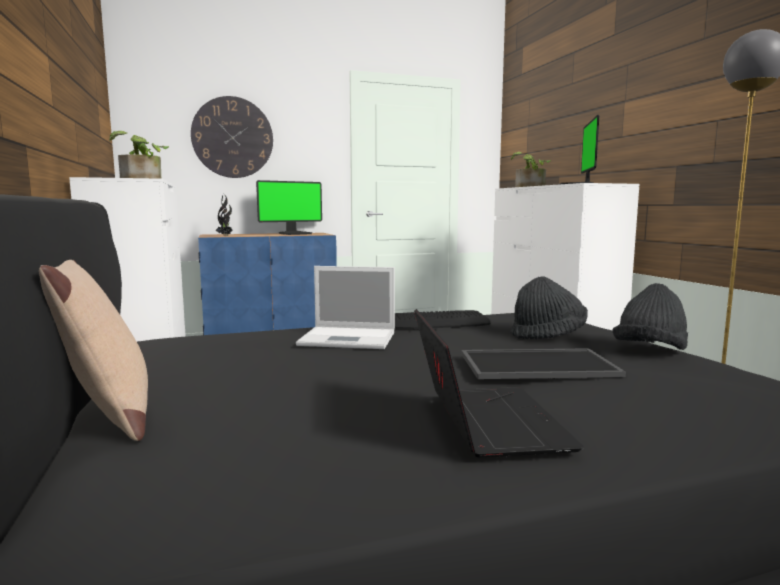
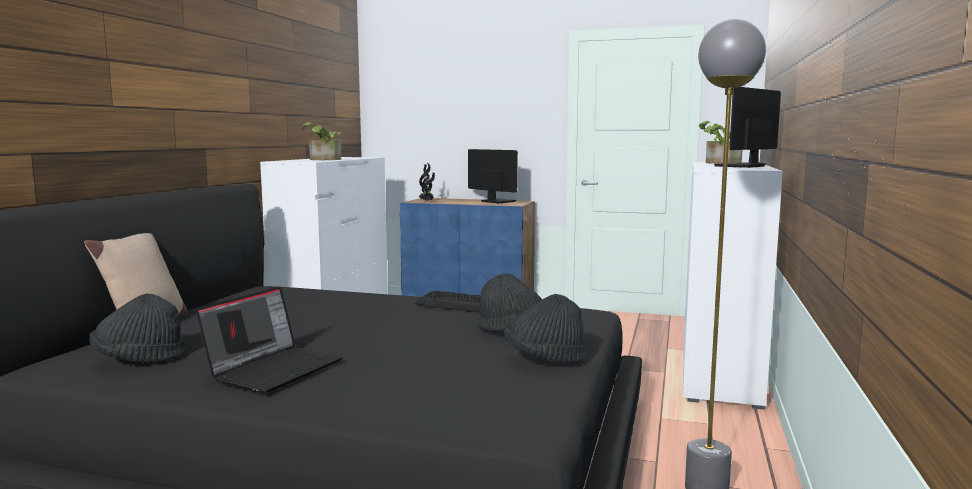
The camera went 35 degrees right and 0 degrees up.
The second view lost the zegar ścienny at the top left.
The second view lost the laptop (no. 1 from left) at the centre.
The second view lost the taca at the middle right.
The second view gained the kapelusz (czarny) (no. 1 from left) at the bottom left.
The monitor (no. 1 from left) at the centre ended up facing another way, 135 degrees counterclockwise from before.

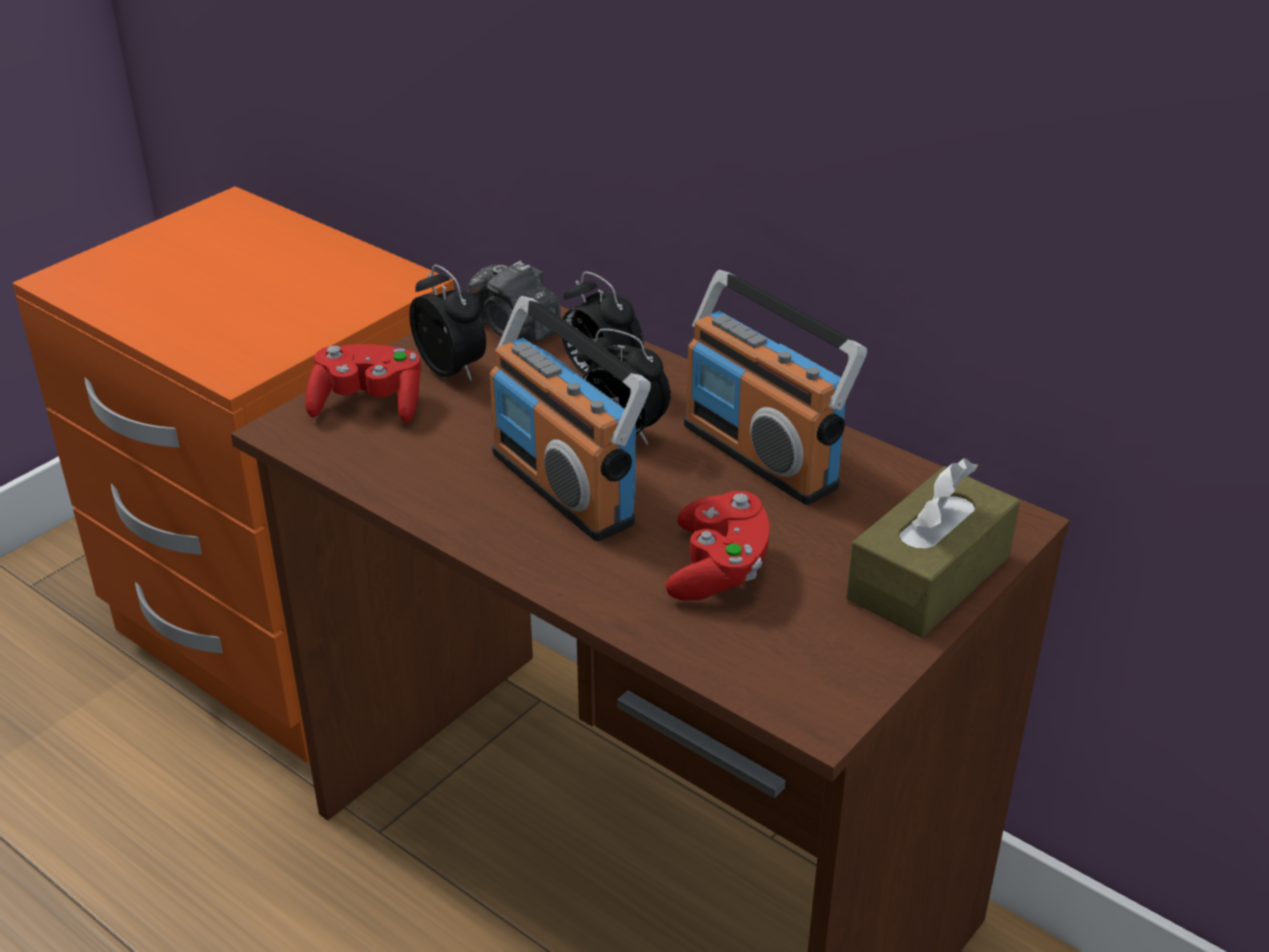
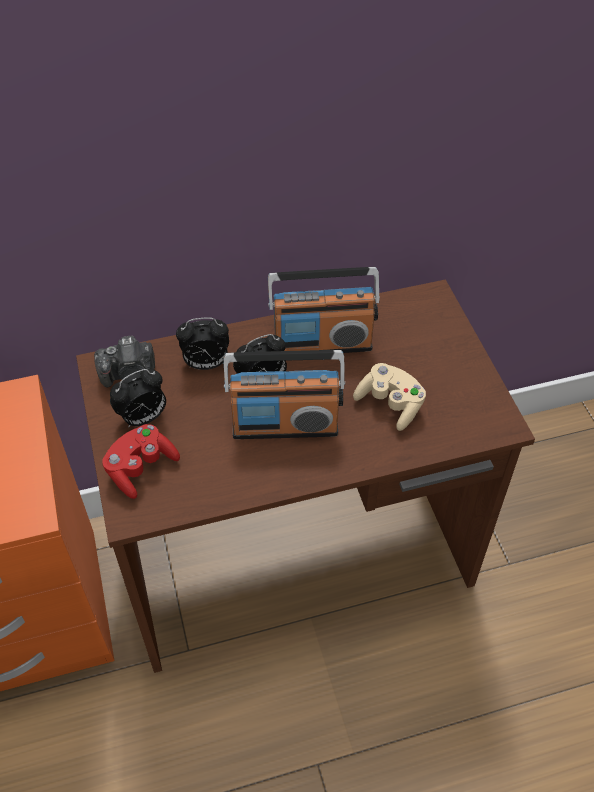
The camera went 55 degrees left and 15 degrees up.
The second view lost the pudełko chusteczek (brązowy) at the middle right.
What was the pad do gier (czerwony) (no. 2 from left) at the centre turned into the pad do gier (beżowy) at the centre.
The budzik (no. 1 from left) at the centre ended up facing another way, 150 degrees clockwise from before.

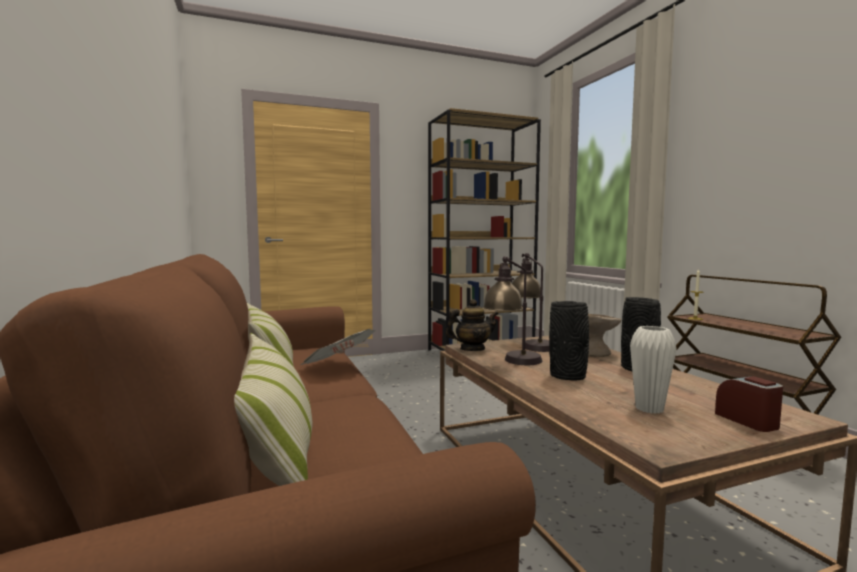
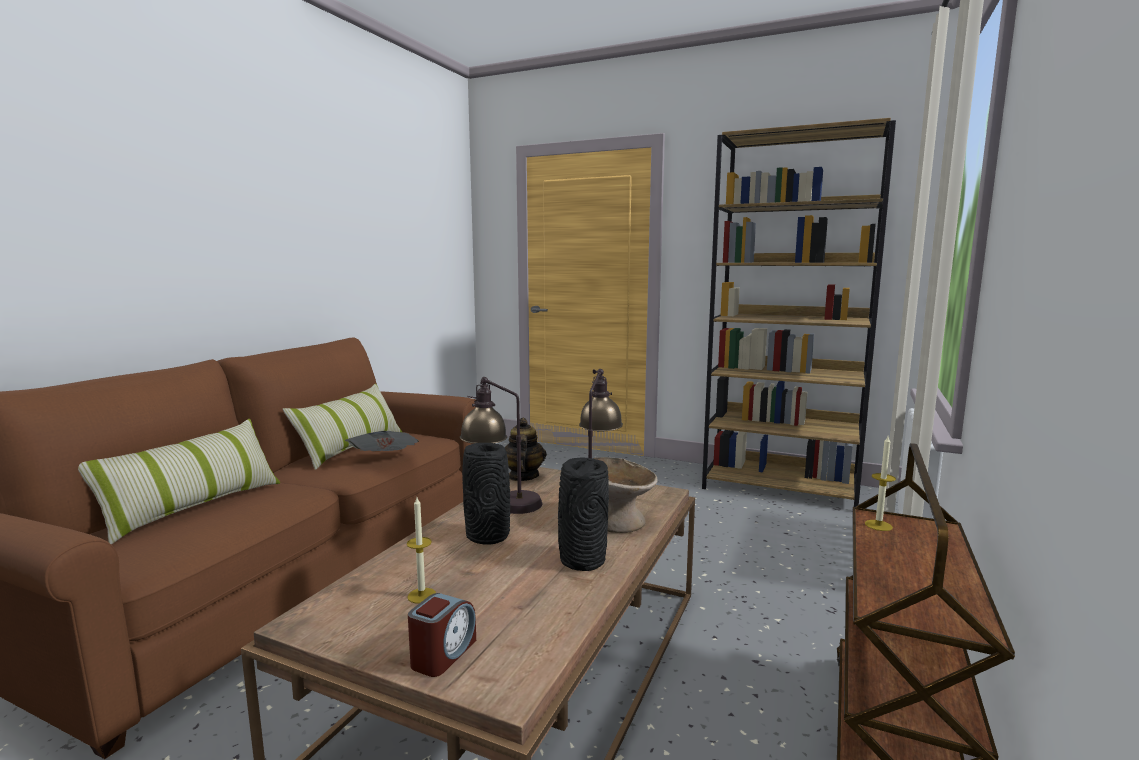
The camera went 45 degrees right and 5 degrees up.
Where the wazon (biały) stood at the middle right, the świeca (no. 1 from left) came to stand at the bottom centre.
The imbryk at the centre ended up facing another way, 120 degrees counterclockwise from before.

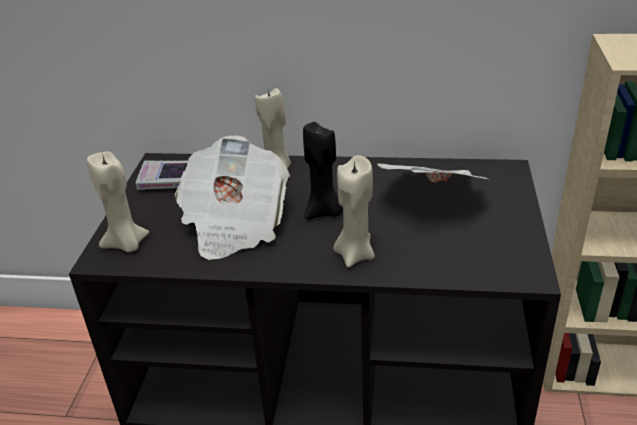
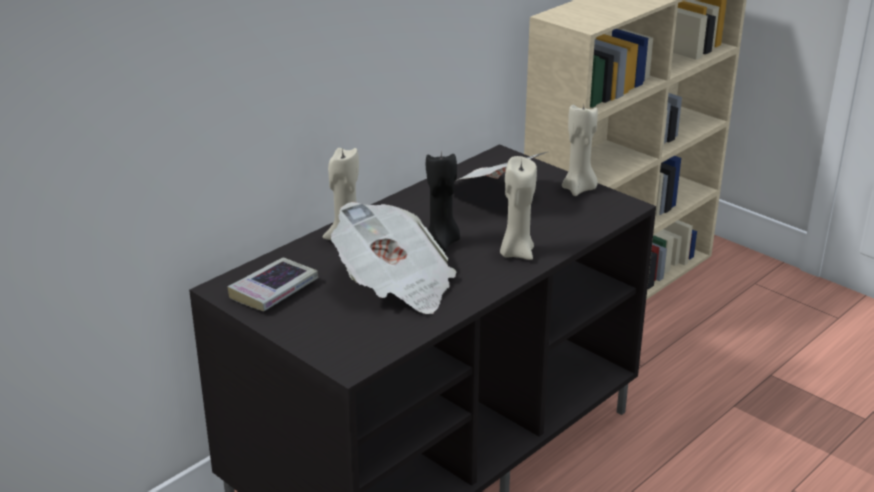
The camera went 55 degrees left and 5 degrees down.
The świeca (beżowy) (no. 1 from left in the first image) ended up elsewhere, having gone from the middle left to the top centre.

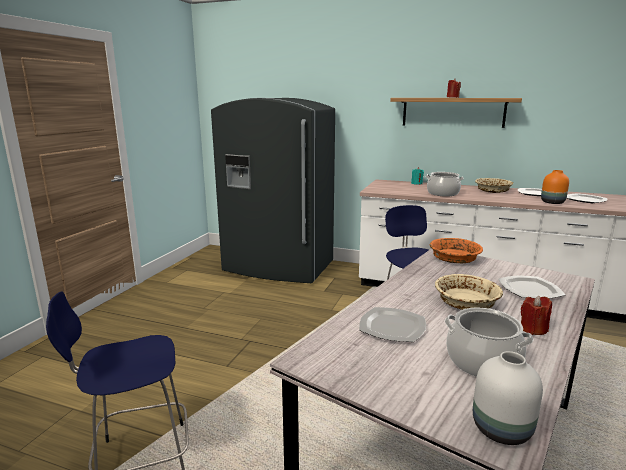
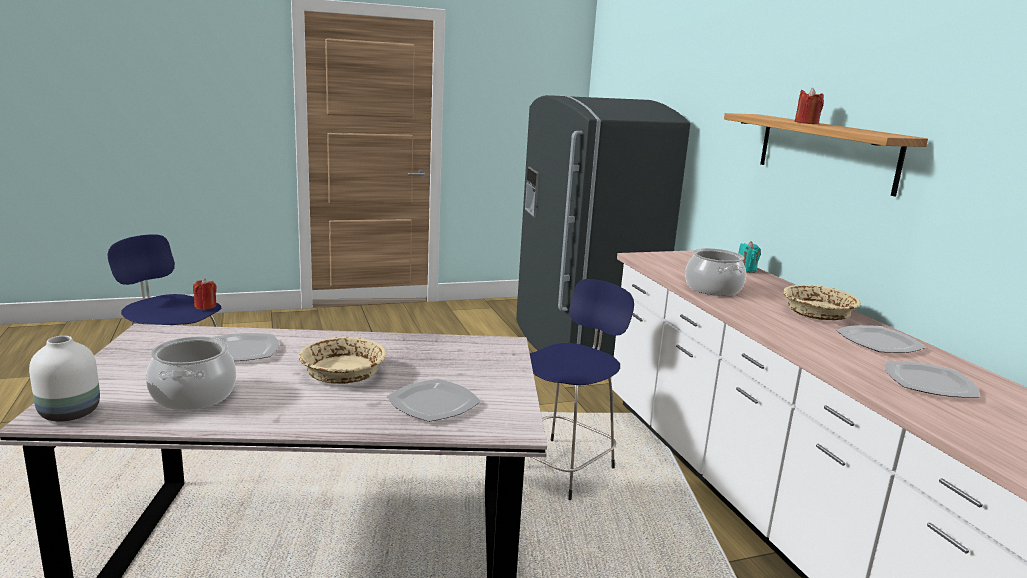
The camera went 50 degrees right and 0 degrees up.
The second view lost the miska (pomarańczowy) at the middle right.
The second view lost the wazon (pomarańczowy) at the middle right.
The świeca (czerwony) (no. 2 from left in the first image) ended up elsewhere, having gone from the bottom right to the middle left.

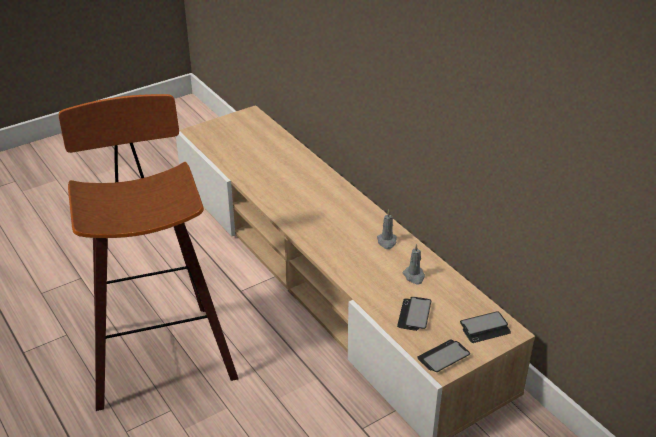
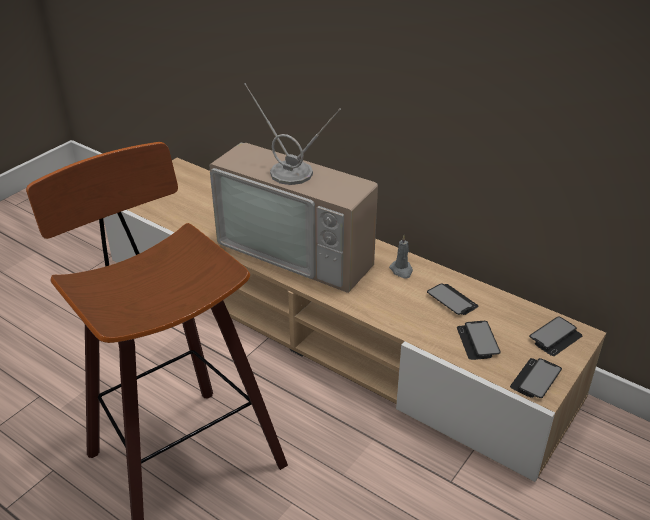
The camera went 20 degrees left and 0 degrees up.
The second view gained the telewizor at the centre.
Where the świeca (szary) (no. 2 from left) stood at the centre, the telefon (no. 1 from left) came to stand at the middle right.

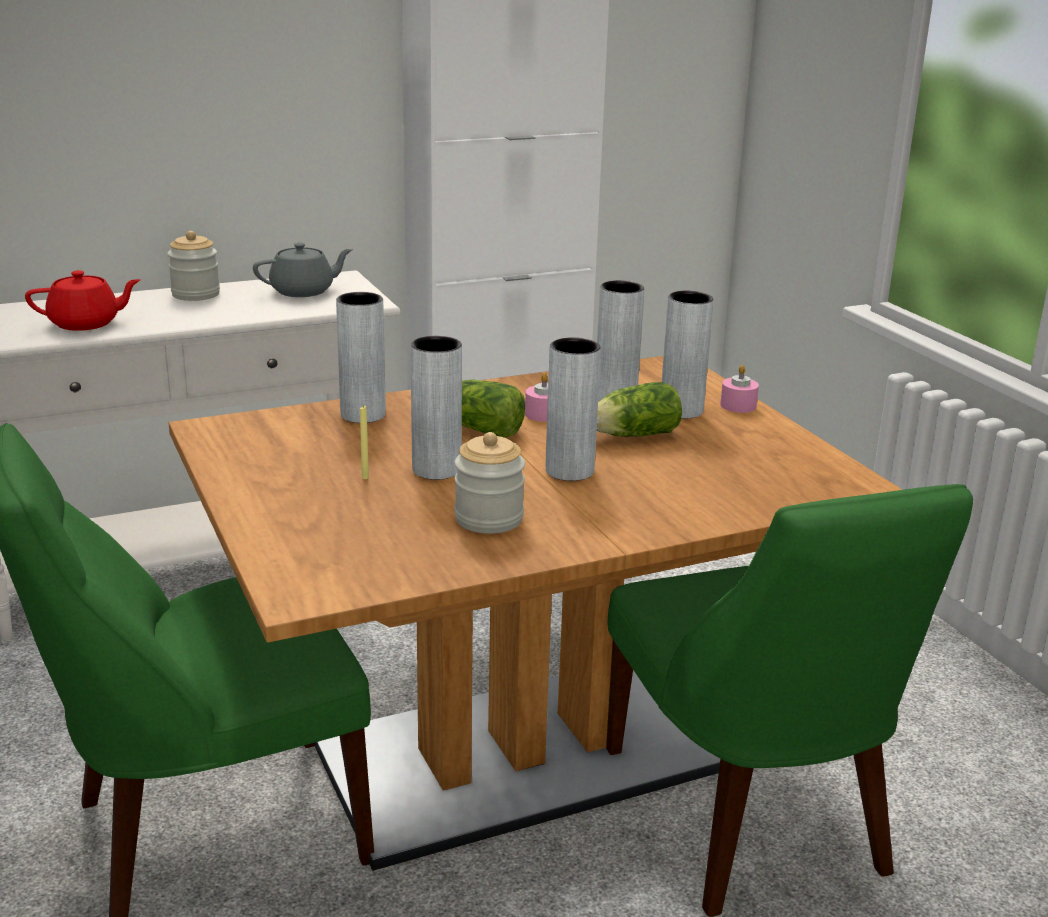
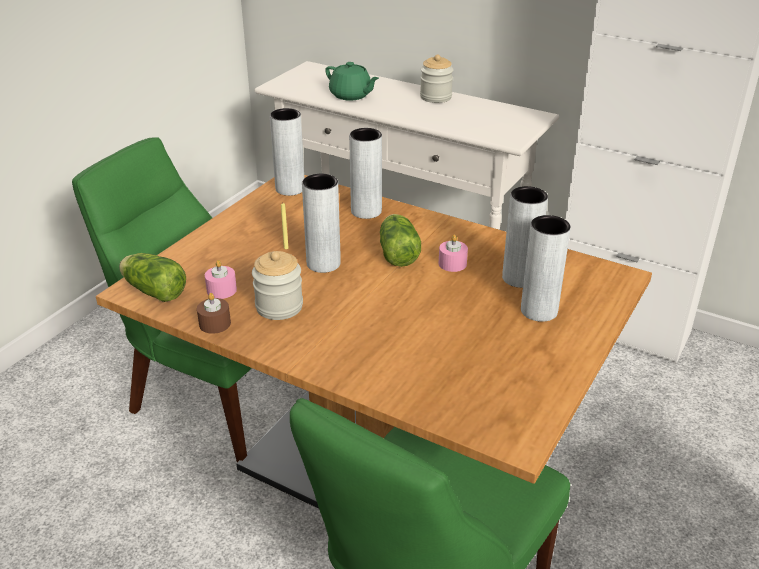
The camera went 55 degrees right and 10 degrees up.
The second view lost the imbryk (szary) at the top left.
The second view gained the świeca (brązowy) at the middle left.
The wazon (szary) (no. 3 from left in the first image) ended up elsewhere, having gone from the centre to the top centre.
The sałata (no. 2 from left in the first image) ended up elsewhere, having gone from the centre to the middle left.
The świeca (różowy) (no. 2 from left in the first image) ended up elsewhere, having gone from the middle right to the middle left.
What was the imbryk (czerwony) at the top left turned into the imbryk (zielony) at the top centre.

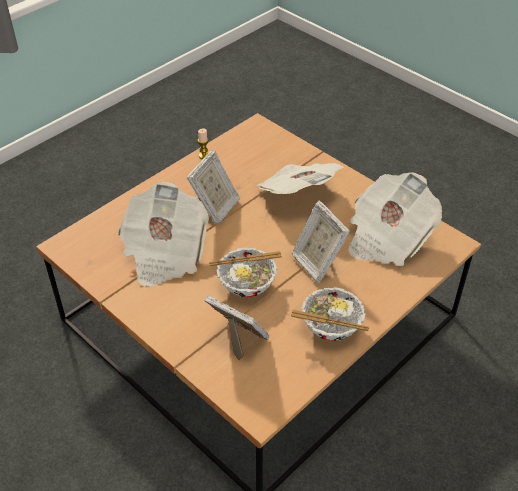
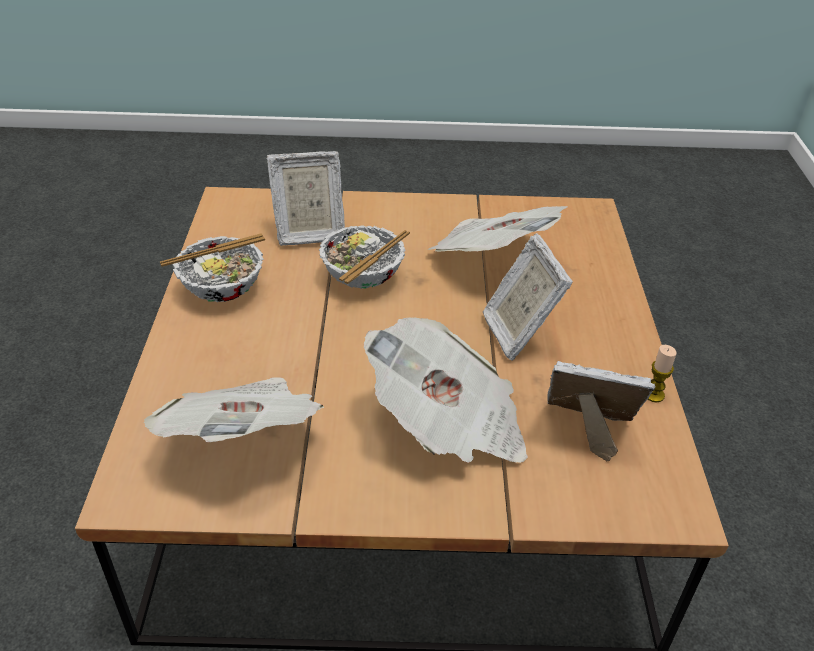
The camera went 135 degrees right and 5 degrees down.
The ramka na zdjęcie (no. 3 from left) ended up elsewhere, having gone from the centre to the middle right.

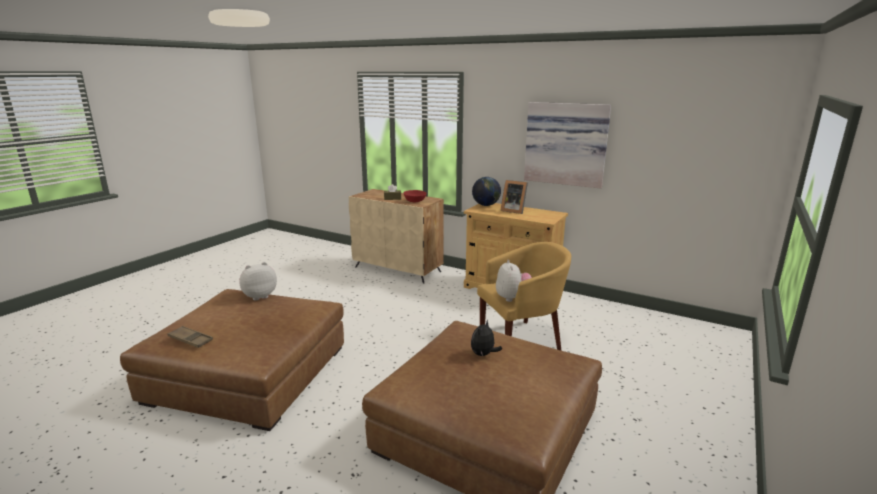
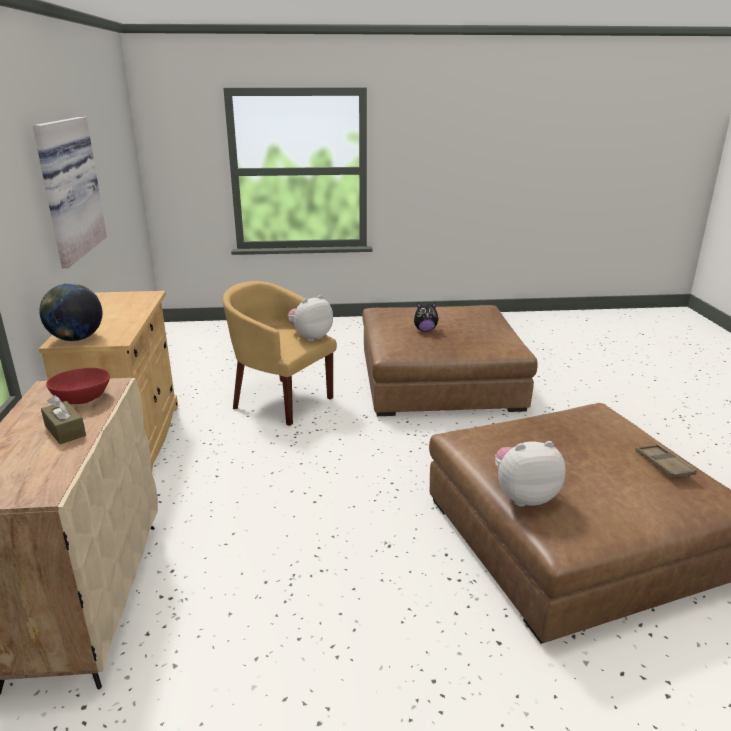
The camera went 125 degrees left and 5 degrees up.
The second view lost the ramka na zdjęcie at the centre.
The pluszak (no. 1 from left in the first image) at the middle left ended up facing another way, 150 degrees clockwise from before.

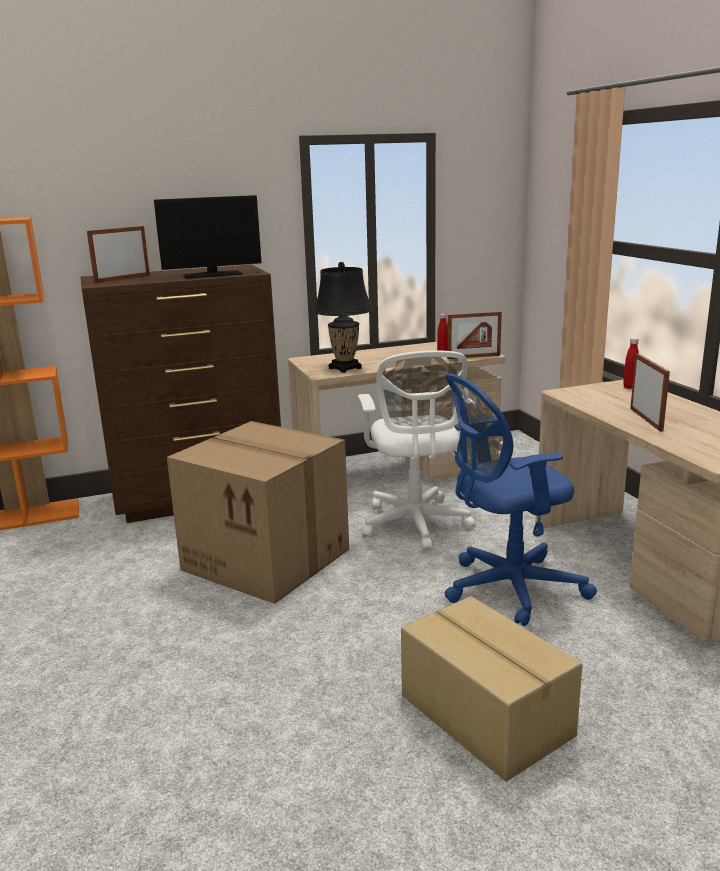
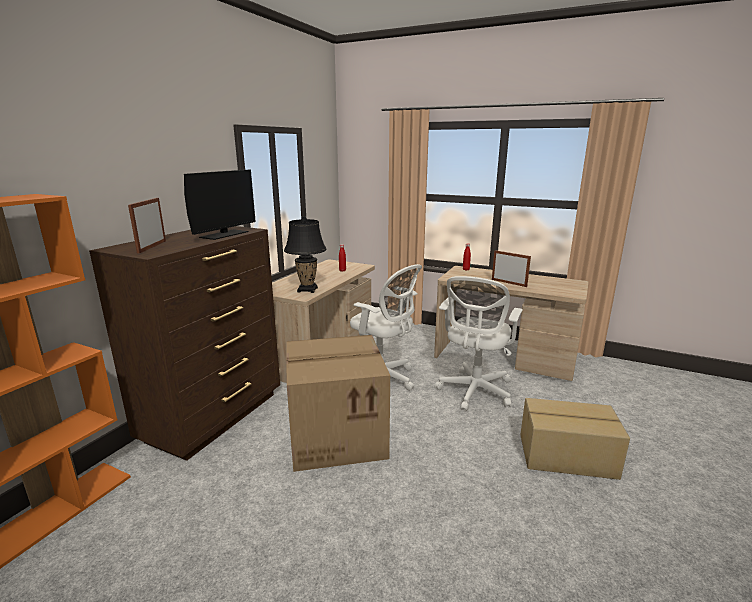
The camera went 45 degrees left and 0 degrees up.
The second view lost the ramka na zdjęcie (no. 2 from left) at the centre.
What was the krzesło biurowe (niebieski) at the middle right turned into the krzesło biurowe (biały) (no. 2 from left) at the centre.

